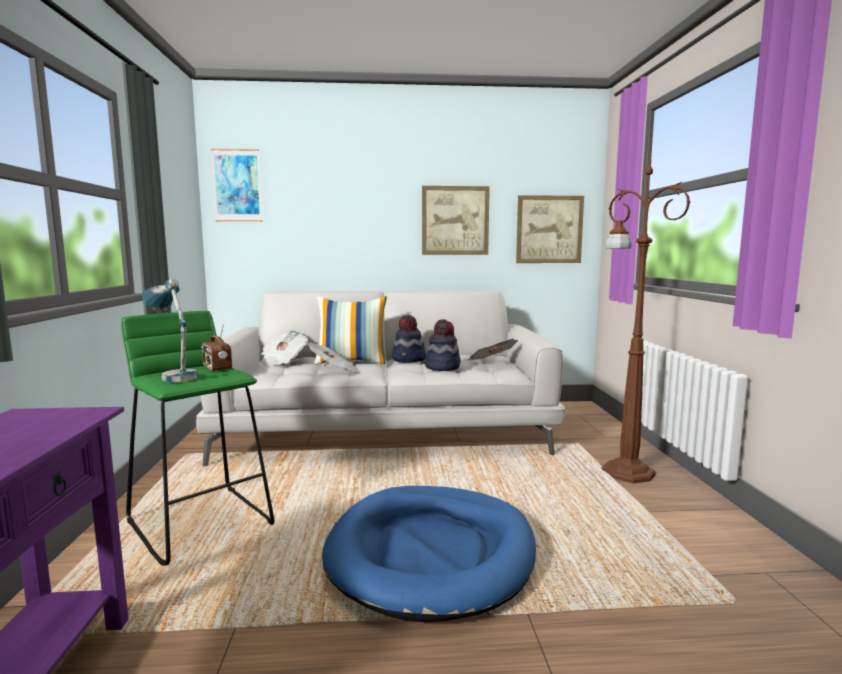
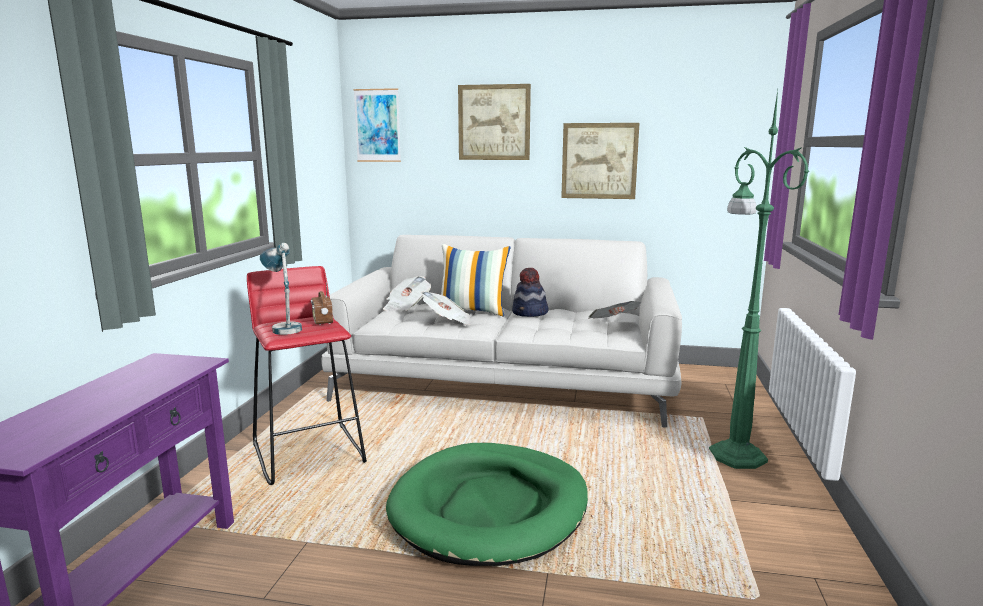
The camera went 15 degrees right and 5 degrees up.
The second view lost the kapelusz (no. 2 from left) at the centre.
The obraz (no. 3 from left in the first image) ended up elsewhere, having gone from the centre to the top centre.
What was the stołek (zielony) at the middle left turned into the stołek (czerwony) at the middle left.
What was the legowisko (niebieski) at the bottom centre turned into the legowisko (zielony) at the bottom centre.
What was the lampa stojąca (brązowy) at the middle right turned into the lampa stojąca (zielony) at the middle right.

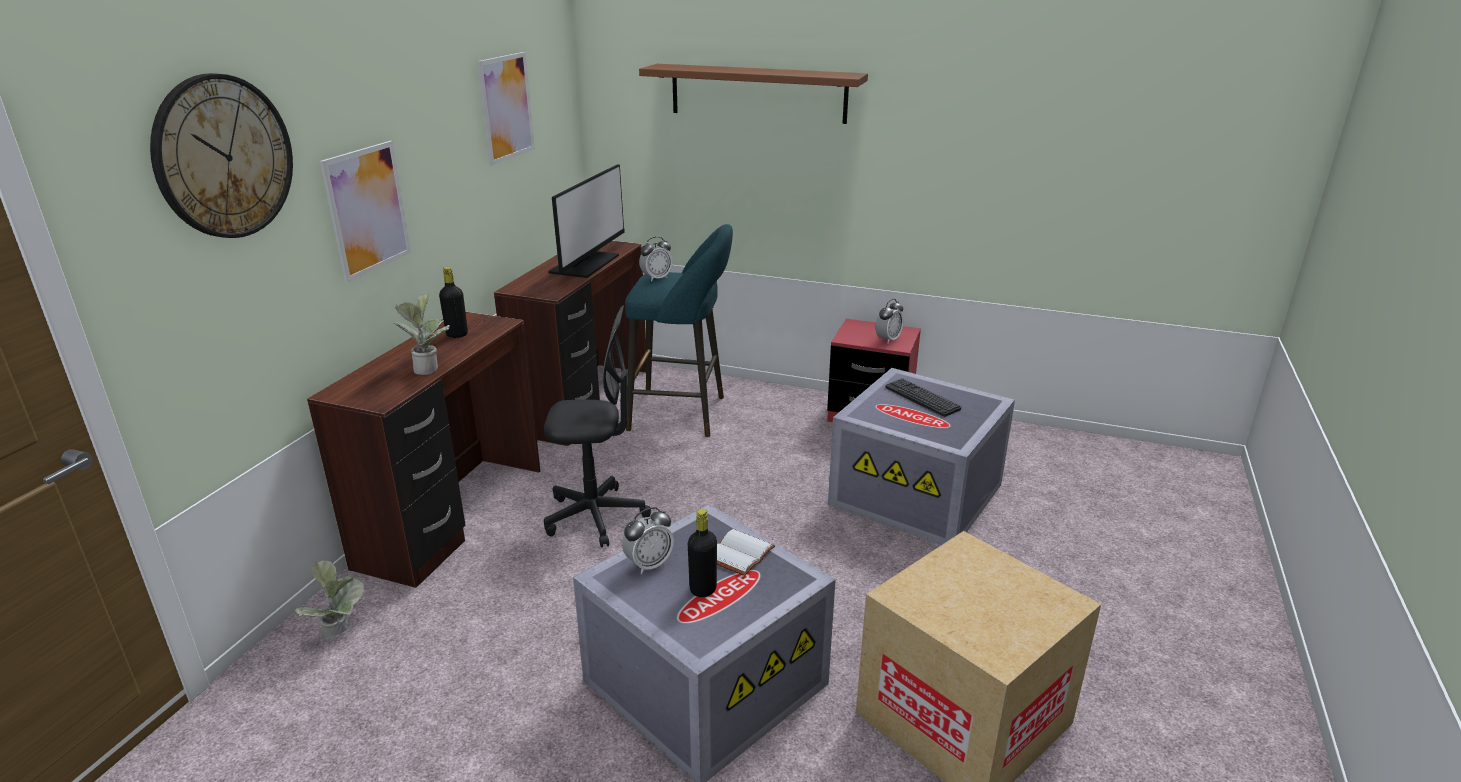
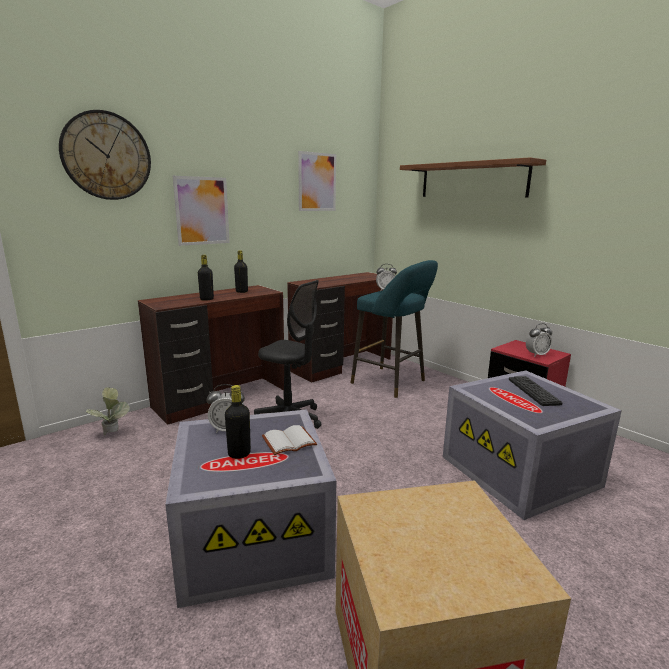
The camera went 30 degrees right and 10 degrees down.
The second view lost the monitor at the top centre.
Where the roślina doniczkowa (no. 2 from left) stood at the middle left, the butelka (czarny) (no. 1 from left) came to stand at the middle left.

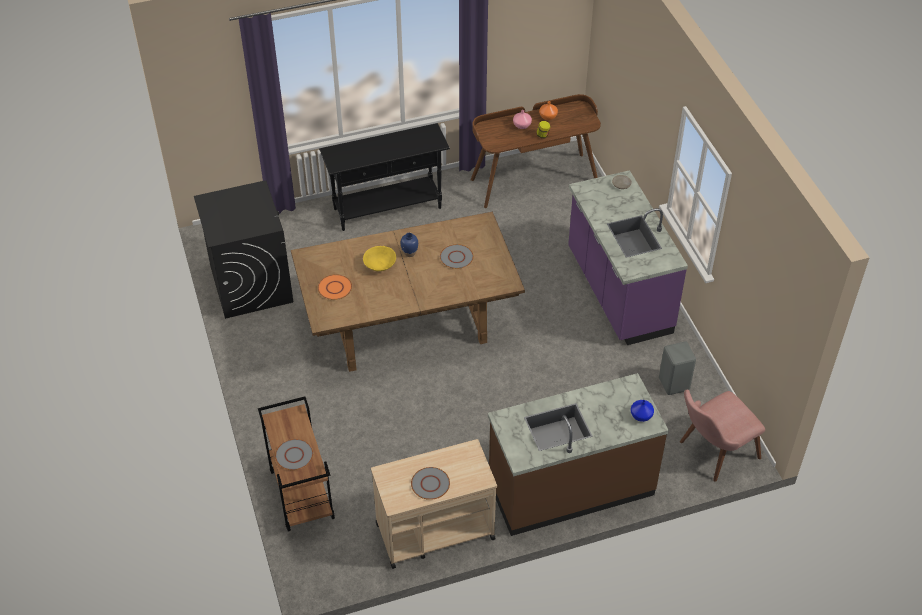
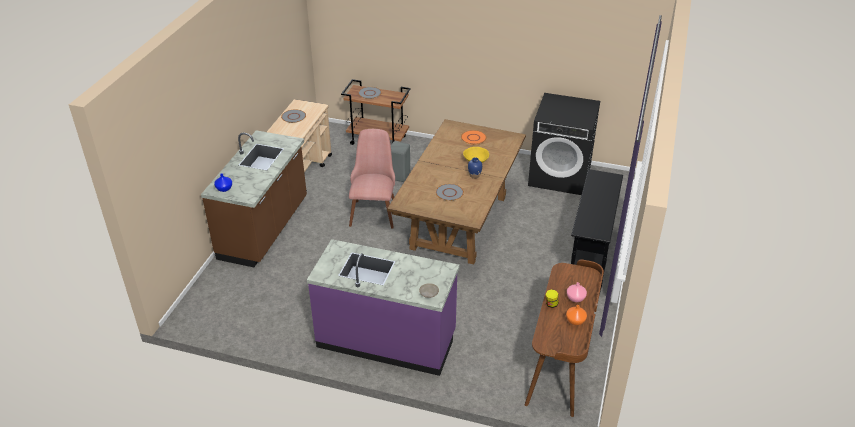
The camera went 125 degrees right and 10 degrees down.
The stołek (szary) ended up elsewhere, having gone from the middle right to the centre.
The krzesło (różowy) ended up elsewhere, having gone from the bottom right to the centre.

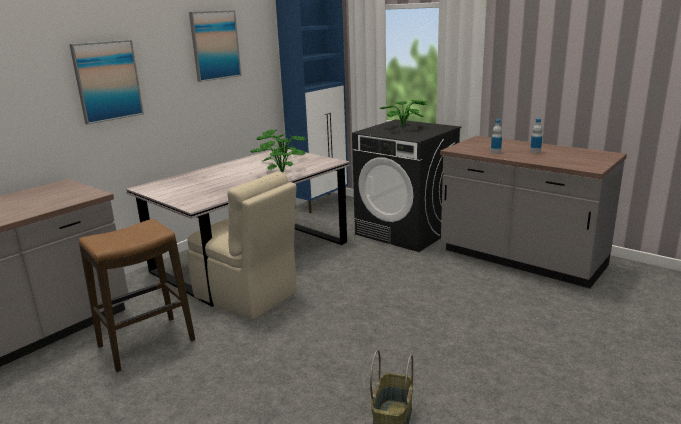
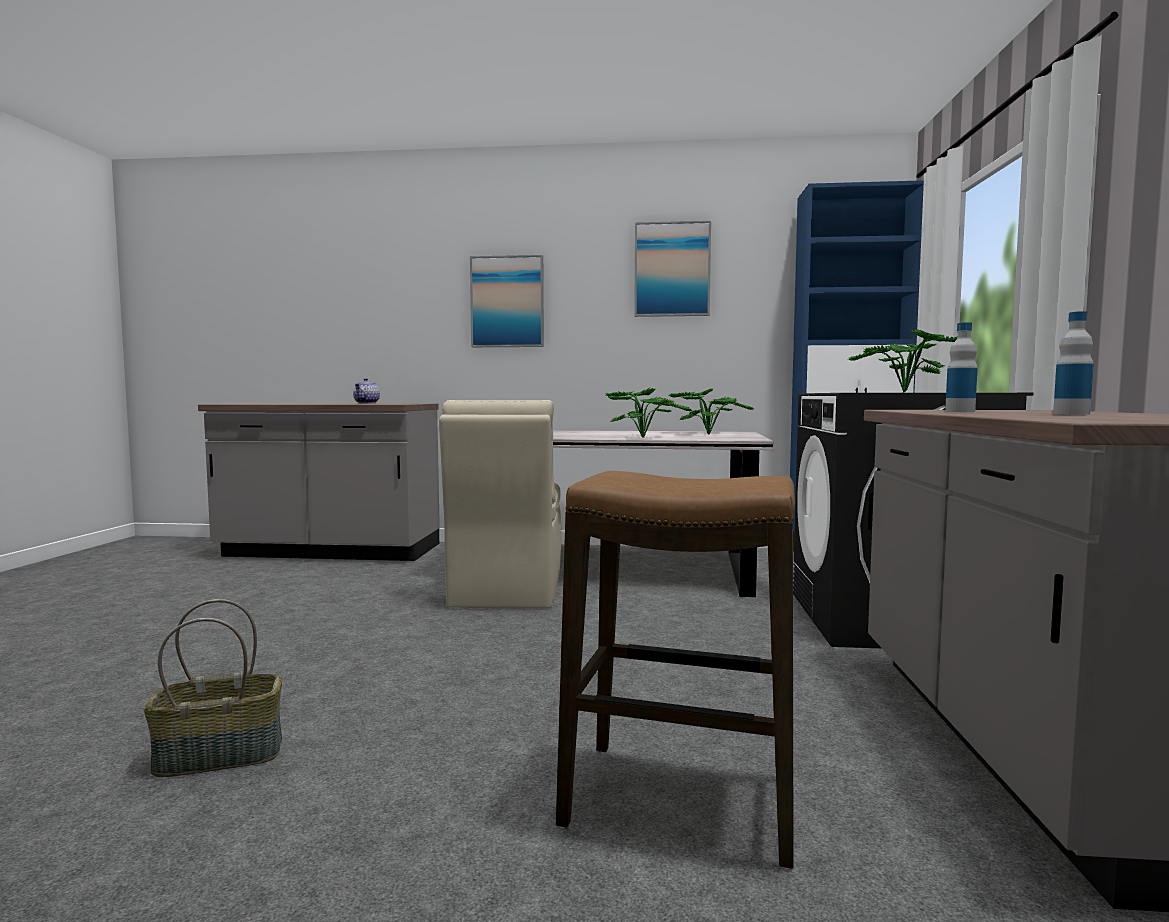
The camera went 55 degrees right and 15 degrees down.
The second view gained the imbryk at the middle left.
The stołek ended up elsewhere, having gone from the bottom left to the bottom centre.

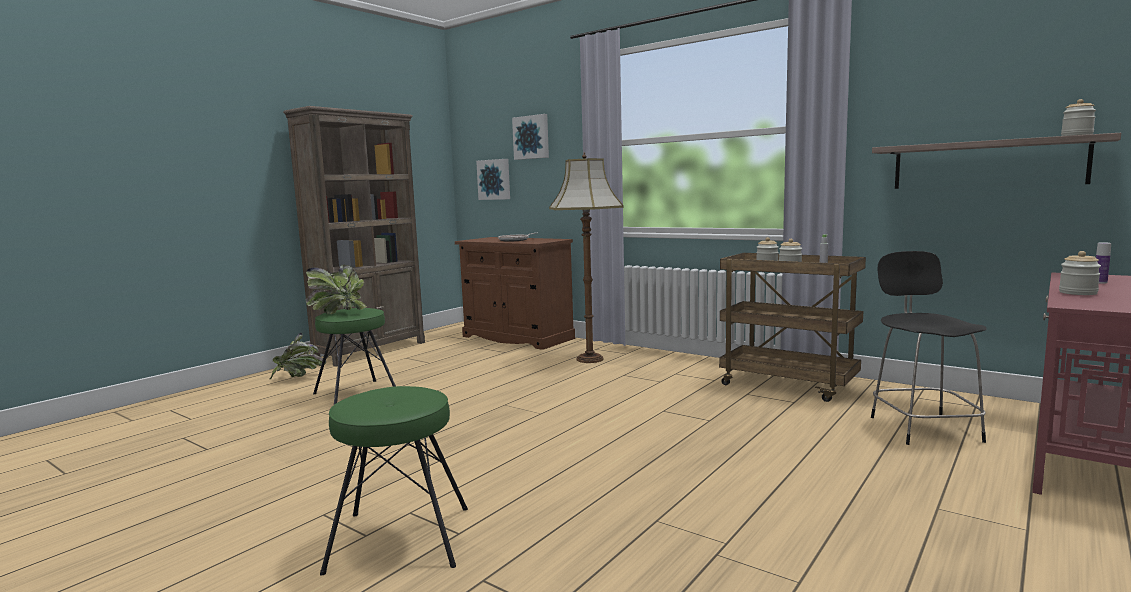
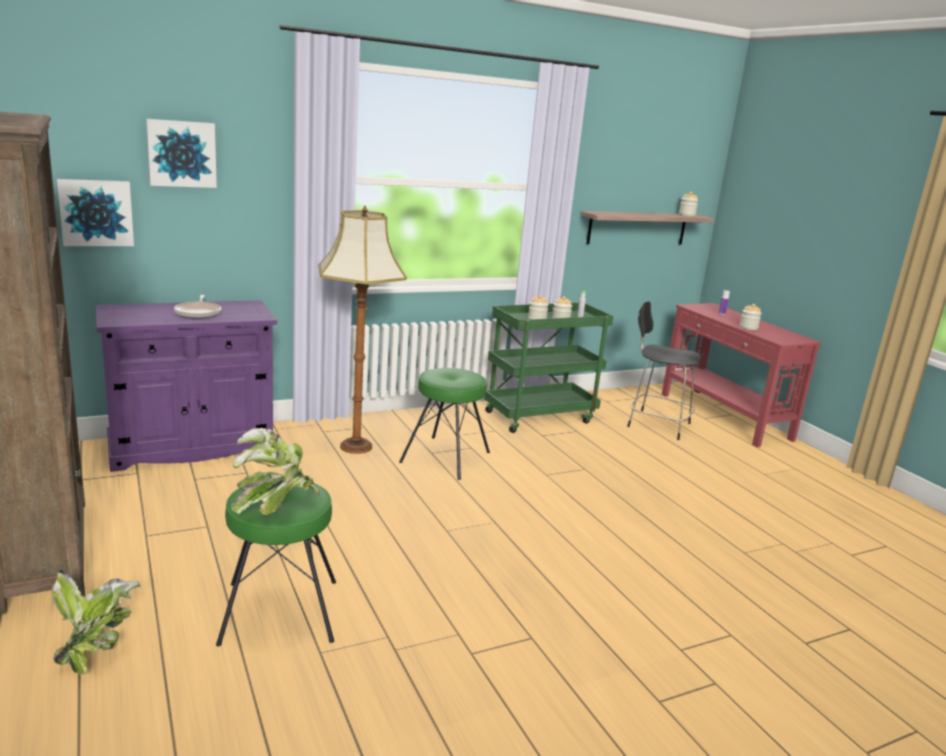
The camera went 65 degrees left and 10 degrees up.
The stołek (zielony) (no. 2 from left) ended up elsewhere, having gone from the bottom centre to the centre.
What was the szafka (brązowy) at the centre turned into the szafka (fioletowy) at the middle left.
What was the wózek (brązowy) at the middle right turned into the wózek (zielony) at the centre.

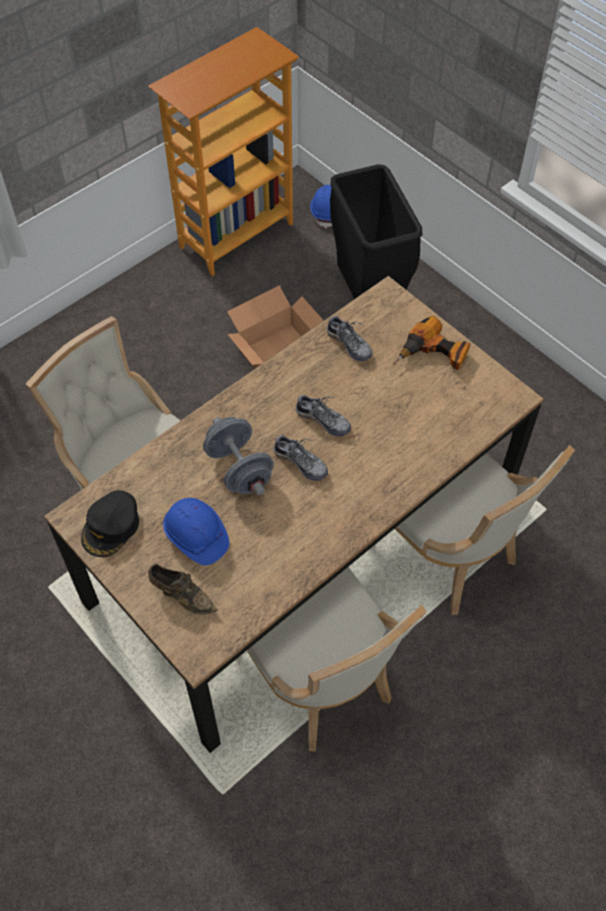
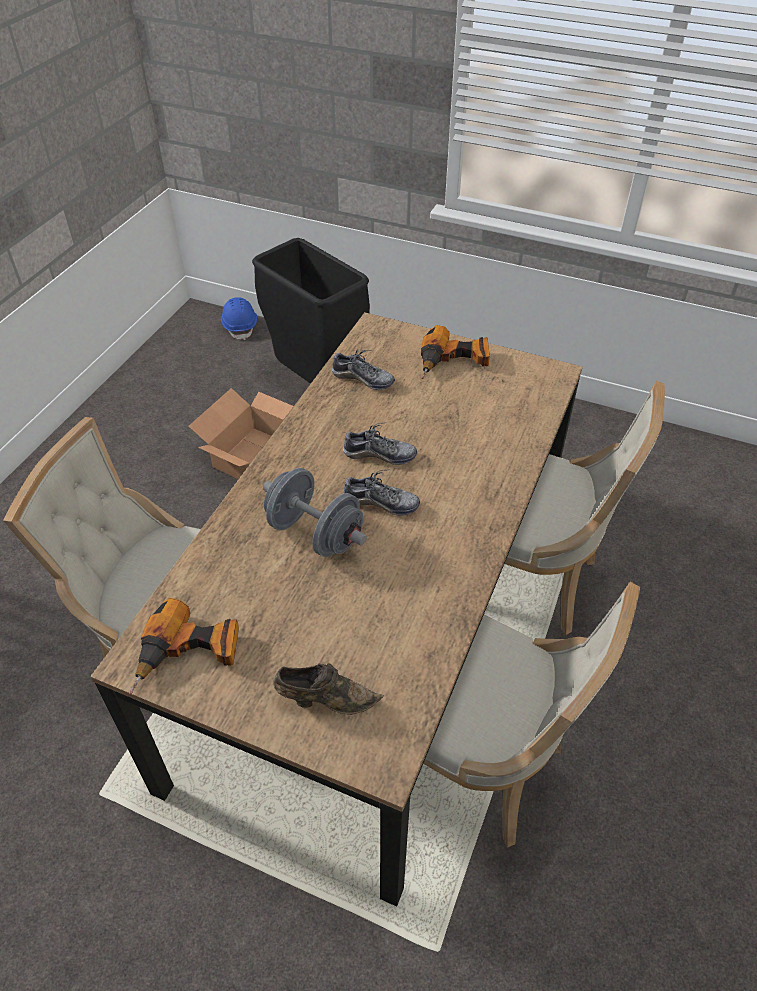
The camera went 25 degrees left and 10 degrees down.
The second view lost the regał at the top centre.
The second view lost the kask (niebieski) (no. 1 from left) at the middle left.
Where the czapka z daszkiem (czarny) stood at the middle left, the wiertarka (no. 1 from left) came to stand at the middle left.

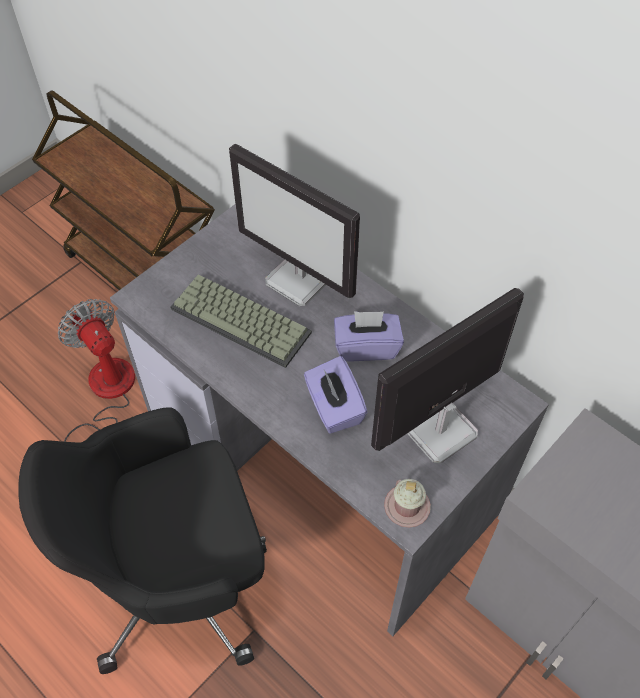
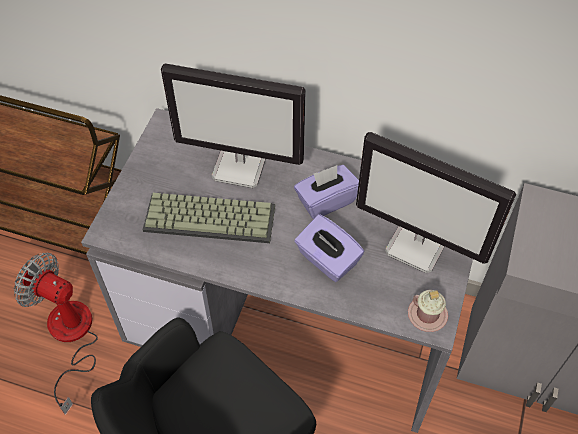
The camera went 25 degrees left and 0 degrees up.
The monitor (no. 2 from left) at the middle right ended up facing another way, 90 degrees counterclockwise from before.

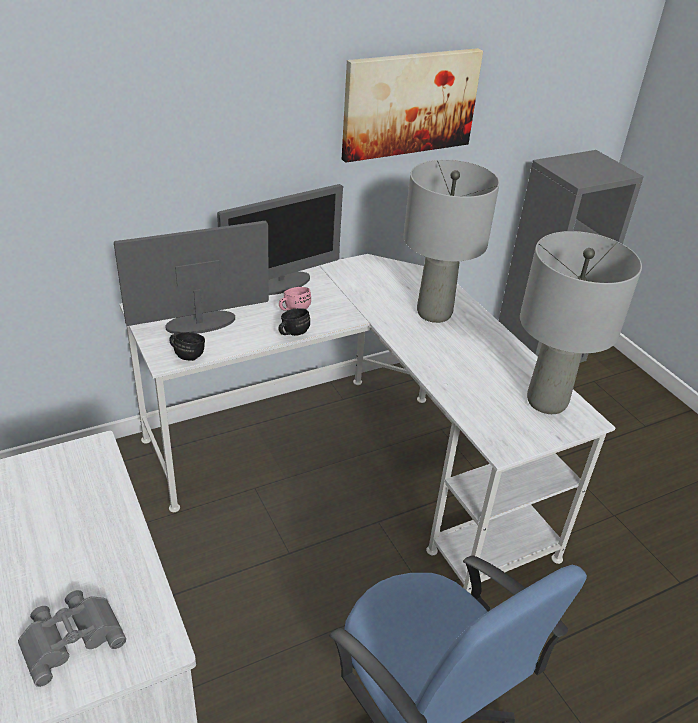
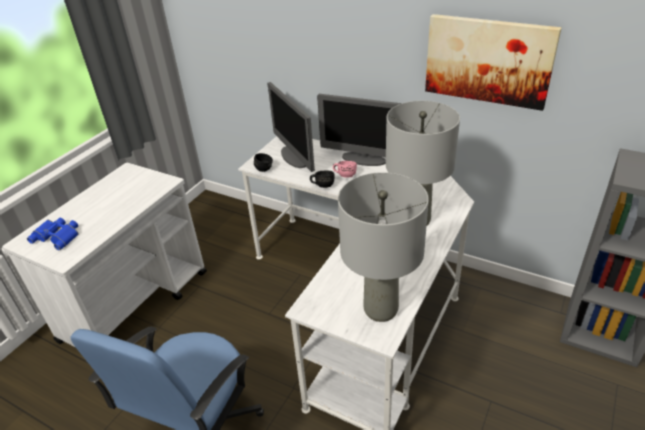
The camera went 60 degrees right and 0 degrees up.
What was the lornetka (szary) at the bottom left turned into the lornetka (niebieski) at the middle left.
The monitor (no. 1 from left) at the middle left ended up facing another way, 150 degrees counterclockwise from before.

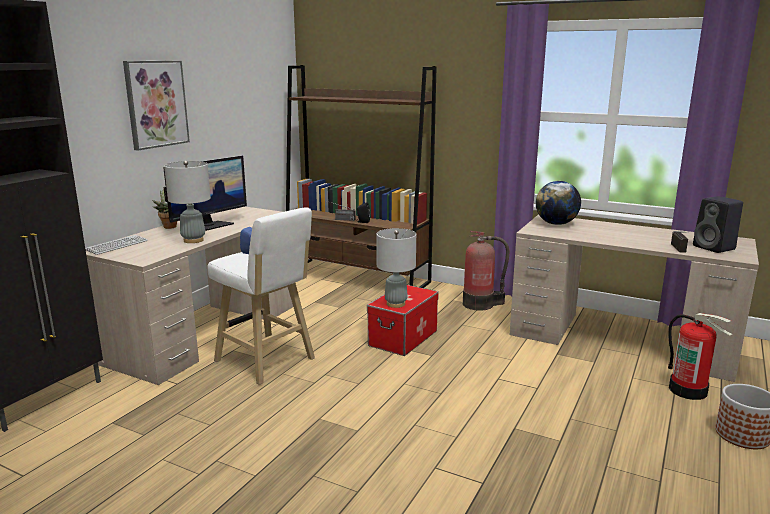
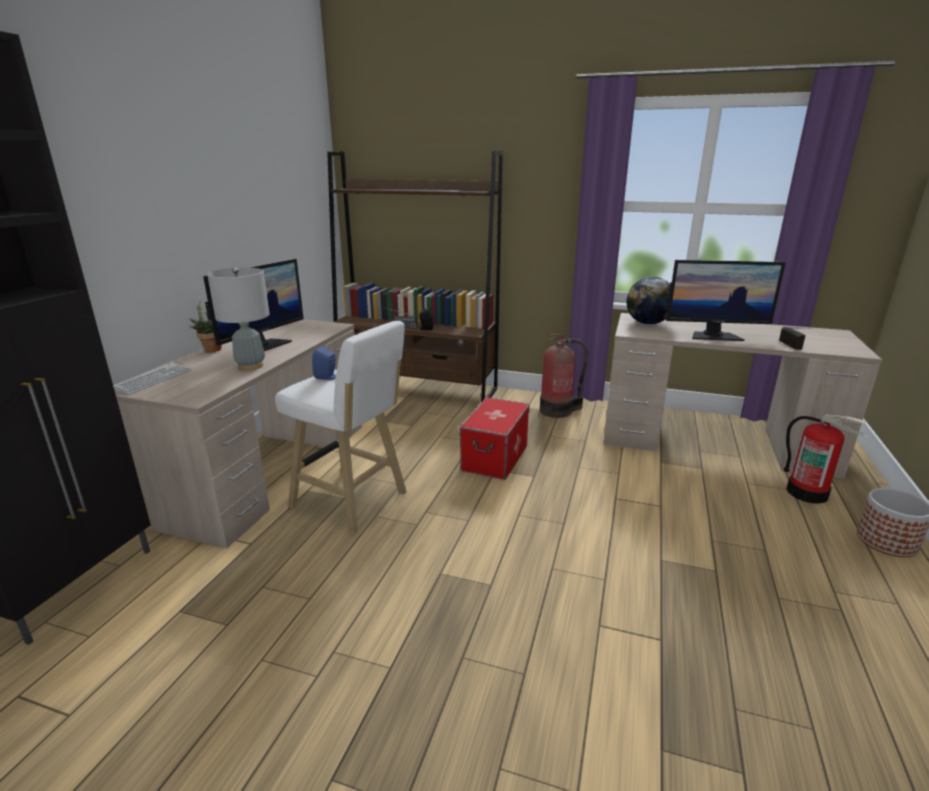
The camera went 10 degrees left and 5 degrees up.
The second view lost the obraz at the top left.
The second view lost the lampa stołowa (szary) (no. 2 from left) at the centre.
The second view lost the głośnik (czarny) (no. 2 from left) at the middle right.
The second view gained the monitor (no. 2 from left) at the middle right.

